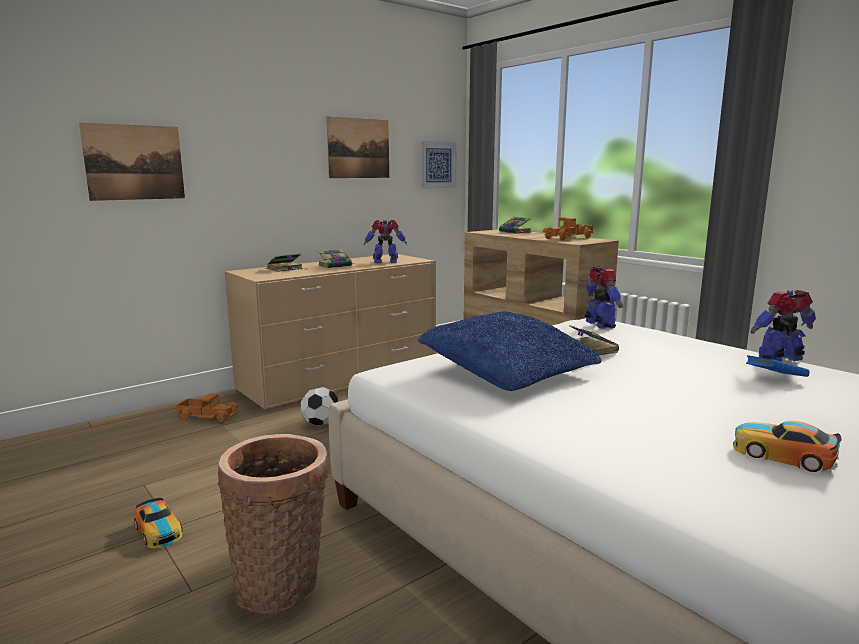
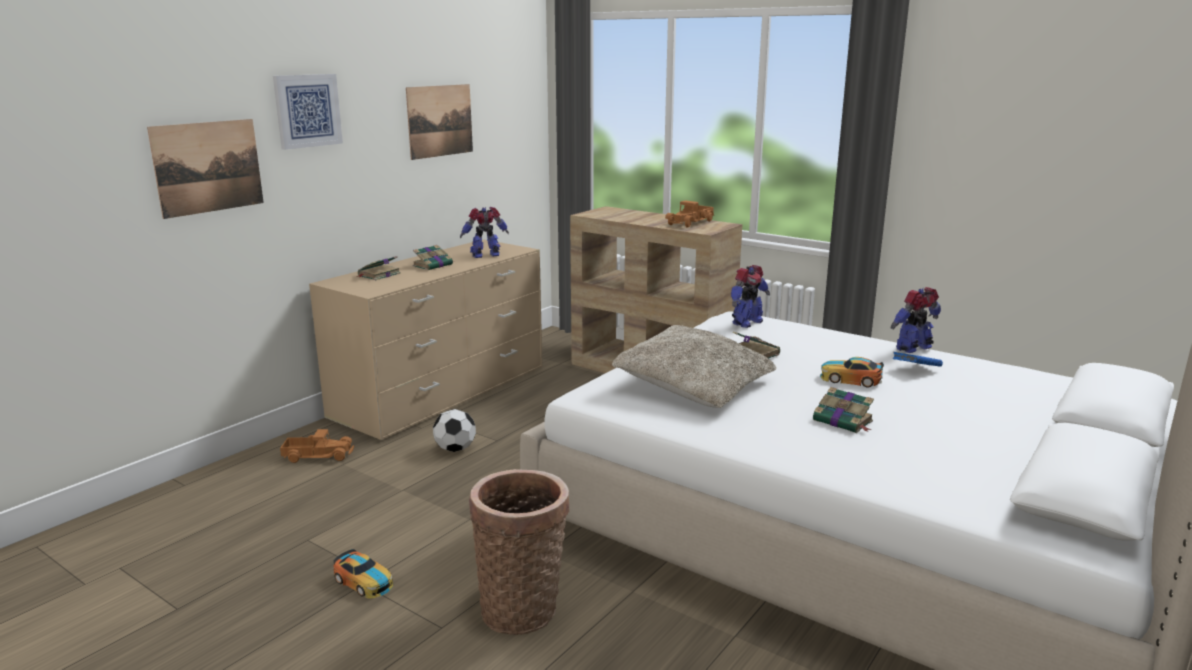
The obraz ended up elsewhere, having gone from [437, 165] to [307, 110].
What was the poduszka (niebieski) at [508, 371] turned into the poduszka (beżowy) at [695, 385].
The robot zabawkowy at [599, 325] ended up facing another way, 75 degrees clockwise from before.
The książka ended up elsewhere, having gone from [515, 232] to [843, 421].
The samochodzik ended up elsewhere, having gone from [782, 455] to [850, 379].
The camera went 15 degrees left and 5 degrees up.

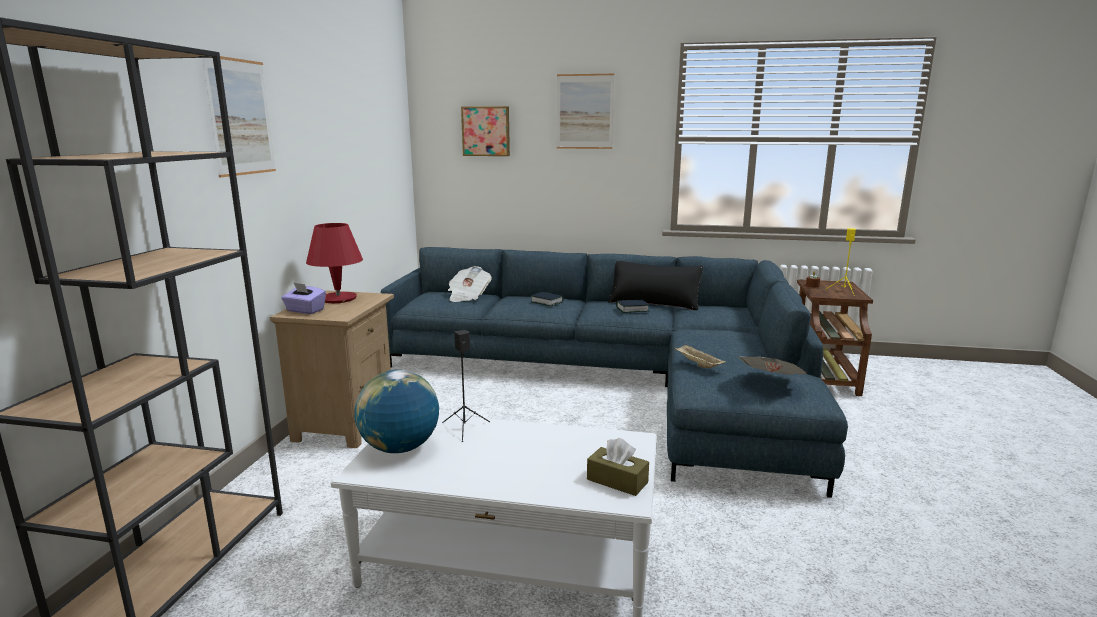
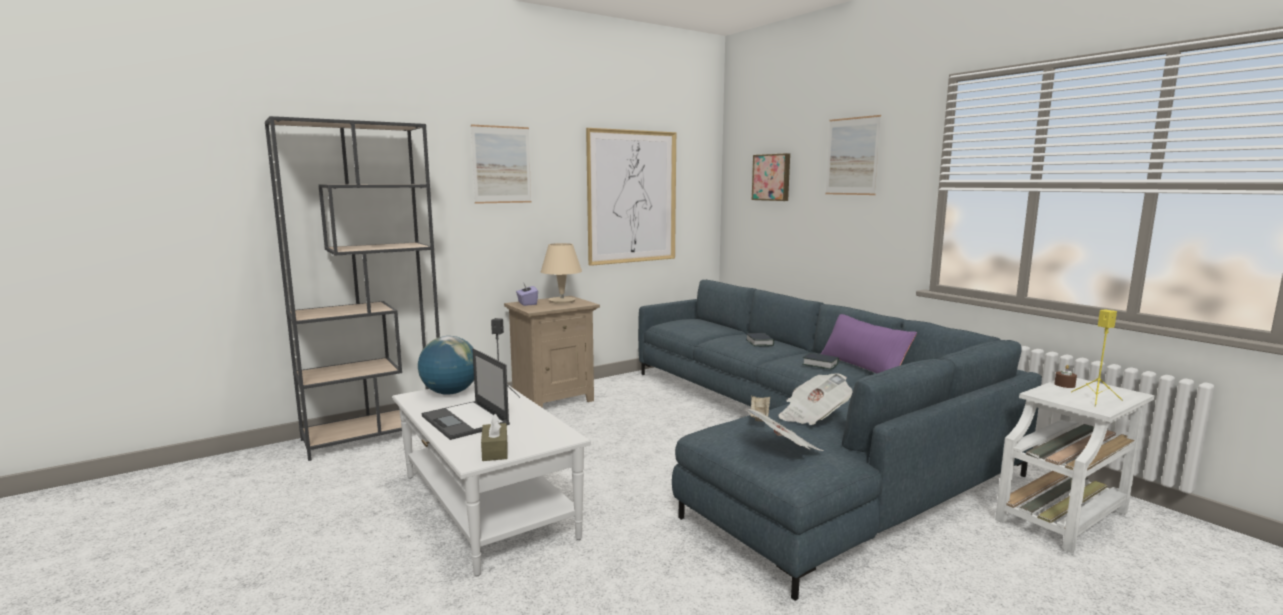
The second view gained the laptop at [466, 420].
What was the lampa stołowa (czerwony) at [338, 299] turned into the lampa stołowa (beżowy) at [562, 301].
The second view gained the obraz at [632, 197].
The gazeta ended up elsewhere, having gone from [468, 296] to [813, 416].
What was the poduszka (czarny) at [653, 303] turned into the poduszka (fioletowy) at [863, 367].
What was the stolik (brązowy) at [823, 376] turned into the stolik (biały) at [1063, 516].
The camera went 45 degrees right and 5 degrees down.

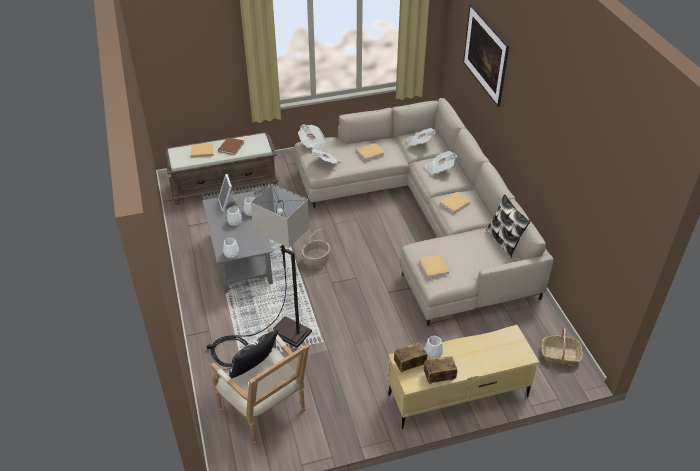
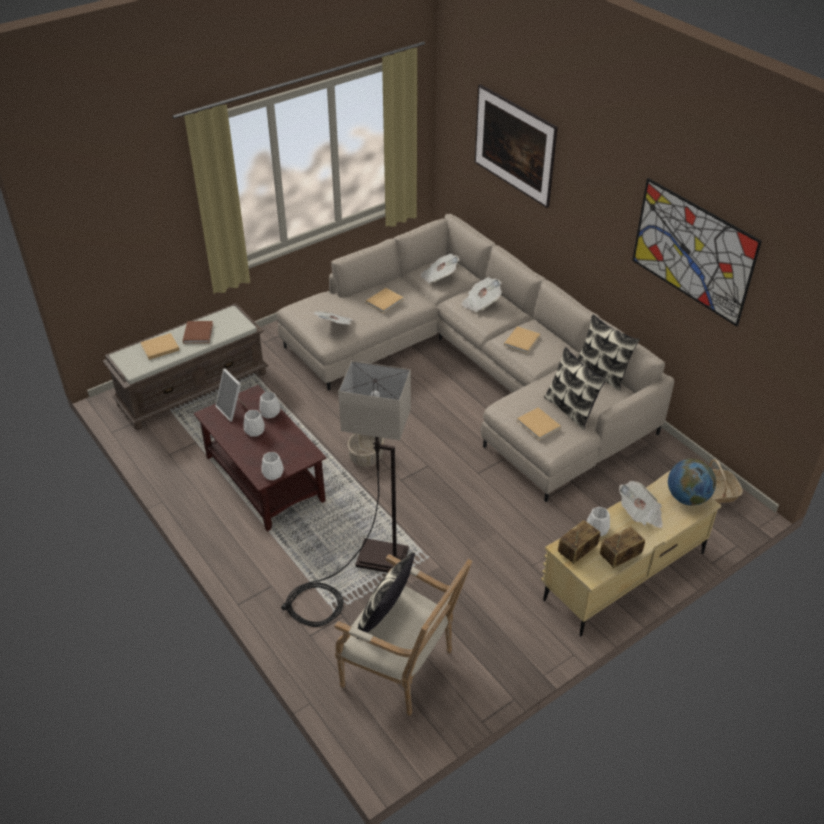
What was the ława (szary) at [241, 258] turned into the ława (brązowy) at [265, 479].
The second view gained the poduszka at [571, 409].
The gazeta ended up elsewhere, having gone from [312, 144] to [640, 514].
The second view gained the obraz at [692, 251].
The second view gained the globus at [687, 497].
The camera went 20 degrees left and 0 degrees up.

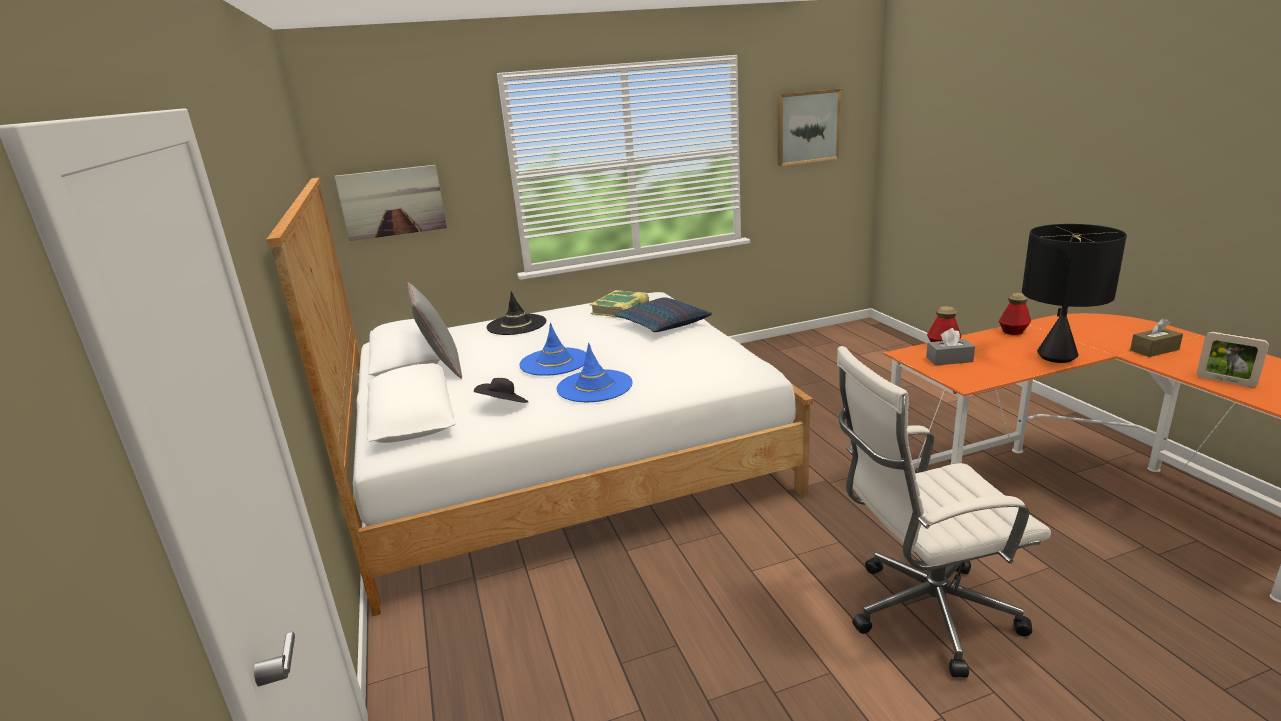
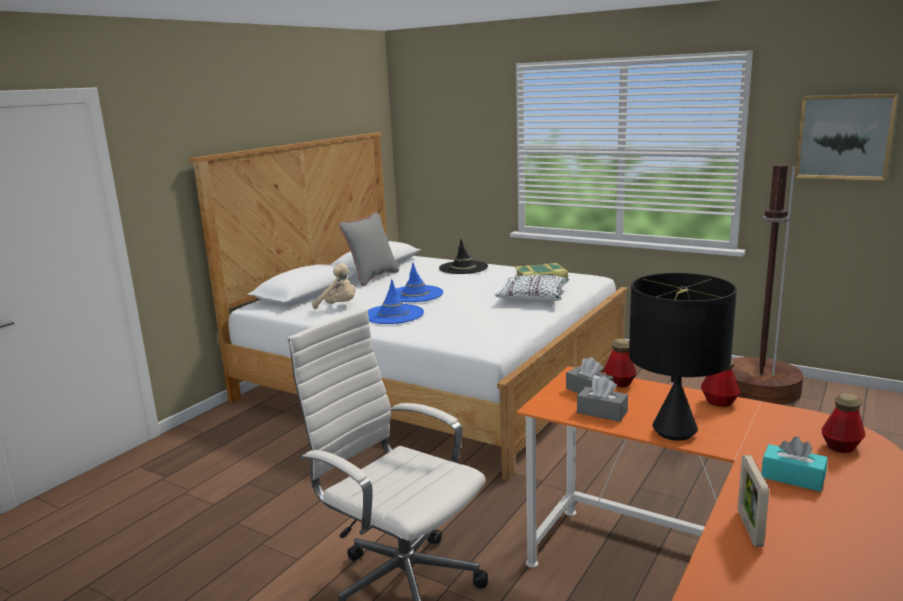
Where the kapelusz (czarny) stood at [504, 406], the pluszak (beżowy) came to stand at [339, 306].
What was the poduszka (niebieski) at [662, 325] turned into the poduszka (biały) at [533, 297].
The second view gained the pudełko chusteczek (szary) at [602, 412].
The second view gained the lampa stojąca (brązowy) at [759, 390].
What was the pudełko chusteczek (brązowy) at [1154, 350] turned into the pudełko chusteczek (turkusowy) at [792, 477].
The second view gained the butelka at [841, 446].
The second view lost the obraz at [392, 202].
The camera went 50 degrees right and 5 degrees down.

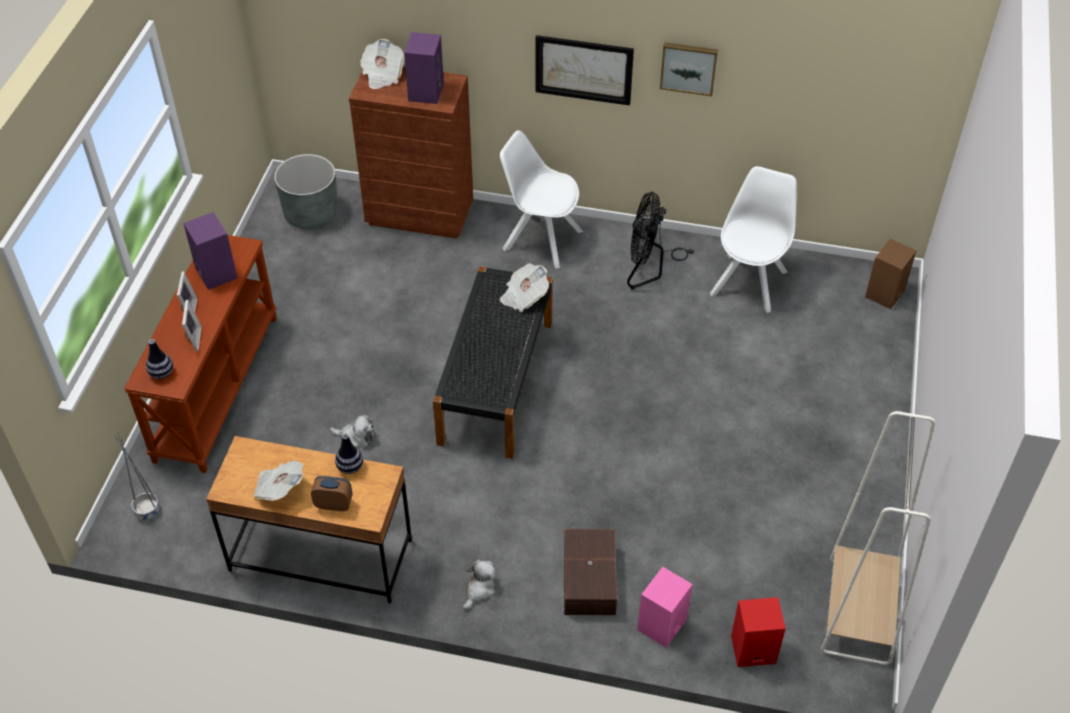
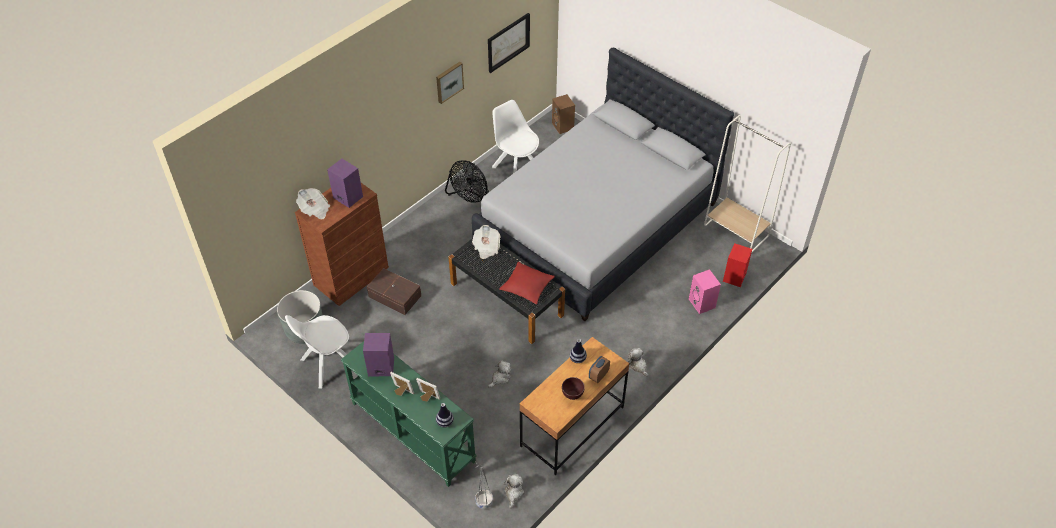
The krzesło (biały) ended up elsewhere, having gone from [540, 239] to [328, 364].
What was the stolik konsolowy (brązowy) at [216, 387] turned into the stolik konsolowy (zielony) at [411, 432].
The pojemnik do przechowywania (brązowy) ended up elsewhere, having gone from [587, 580] to [395, 297].
The second view gained the łóżko (szary) at [597, 223].
The obraz ended up elsewhere, having gone from [584, 69] to [508, 42].
The second view gained the poduszka (czerwony) at [527, 286].
The second view gained the pluszak at [513, 493].
Where the gazeta stood at [279, 488], the miska (brązowy) came to stand at [572, 396].
The camera went 60 degrees left and 0 degrees up.

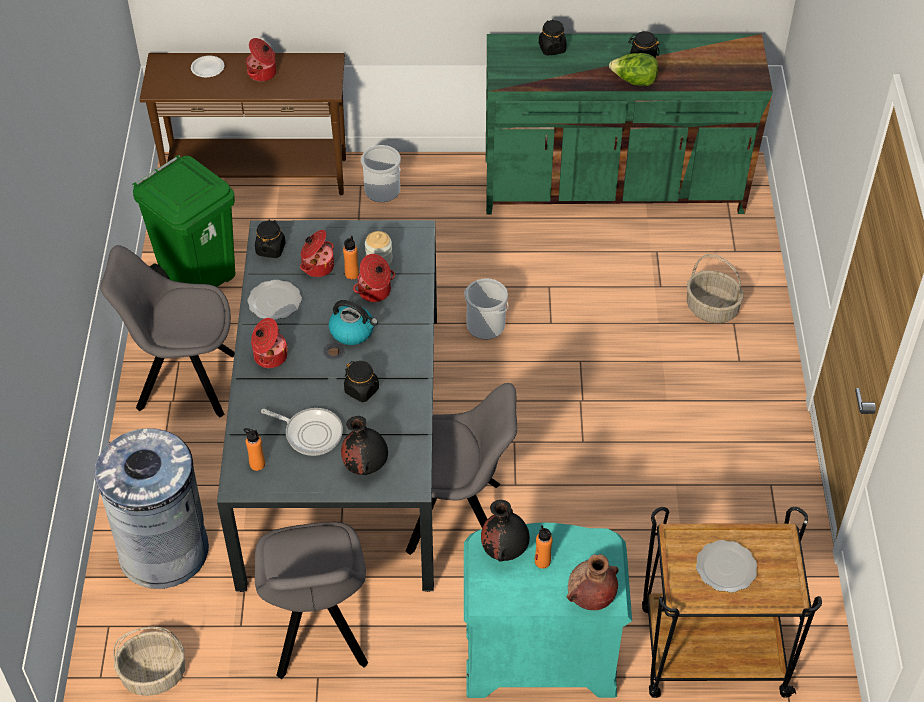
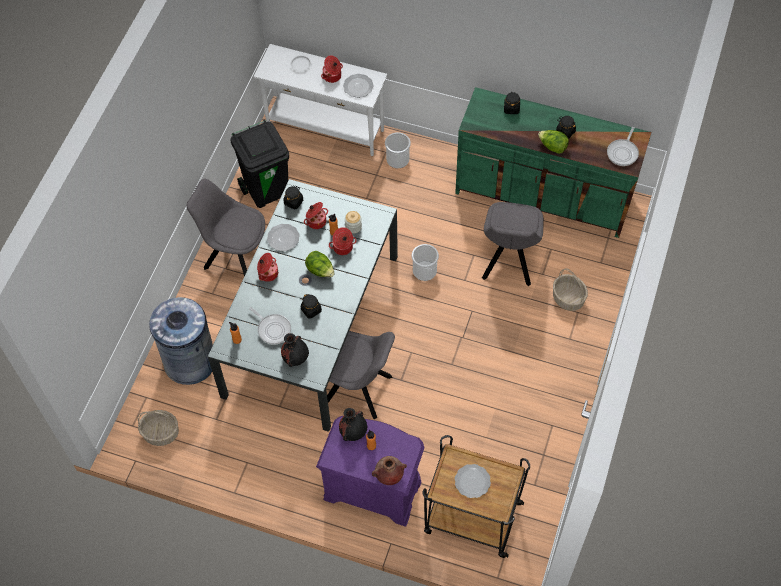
What was the kosz na śmieci (zielony) at [199, 277] turned into the kosz na śmieci (czarny) at [267, 190].
What was the stolik konsolowy (brązowy) at [258, 175] turned into the stolik konsolowy (biały) at [326, 128].
Where the czajnik stood at [353, 331], the sałata came to stand at [320, 270].
What was the szafka nocna (turkusowy) at [538, 652] turned into the szafka nocna (fioletowy) at [373, 486].
The second view gained the talerz at [358, 86].
The krzesło (szary) ended up elsewhere, having gone from [318, 630] to [509, 261].
The second view gained the patelnia at [623, 152].
The camera went 20 degrees right and 10 degrees up.

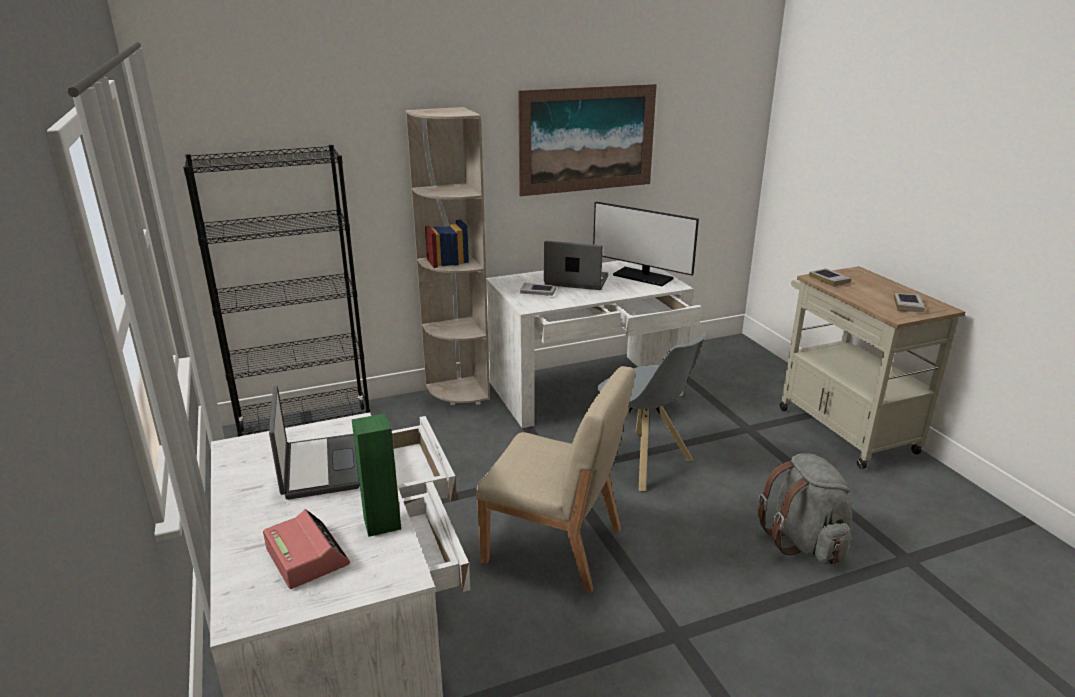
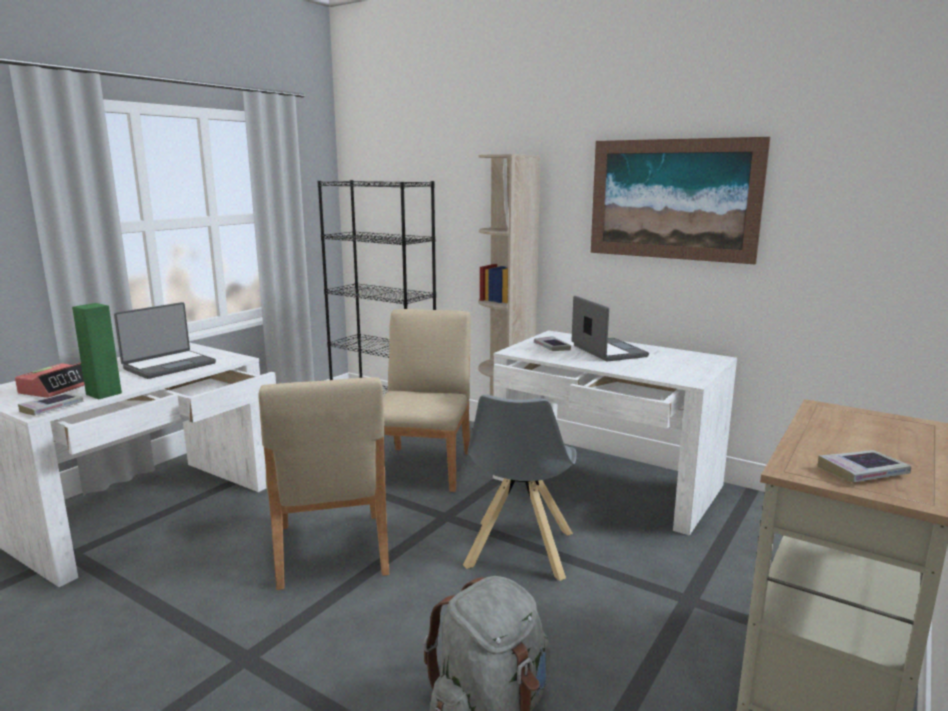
The książka ended up elsewhere, having gone from [829, 280] to [52, 408].
The second view gained the krzesło (beżowy) at [425, 467].
The second view lost the monitor at [643, 277].
The camera went 55 degrees right and 10 degrees down.

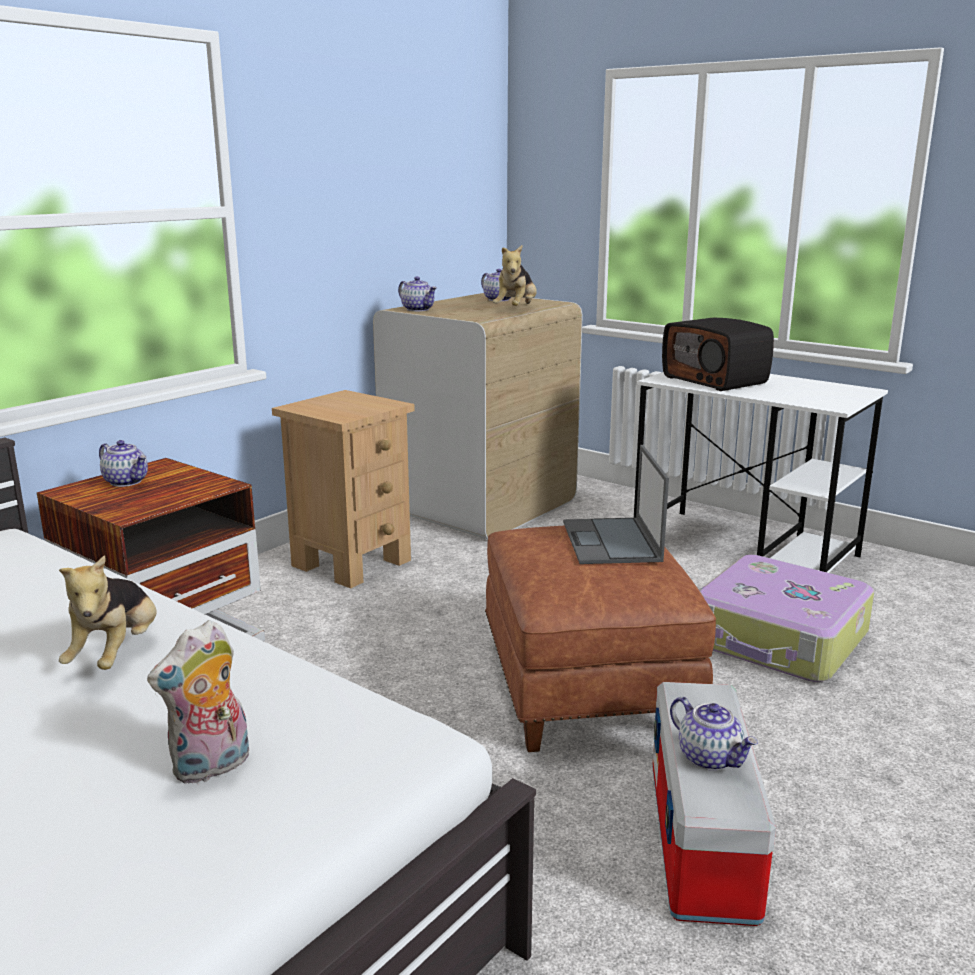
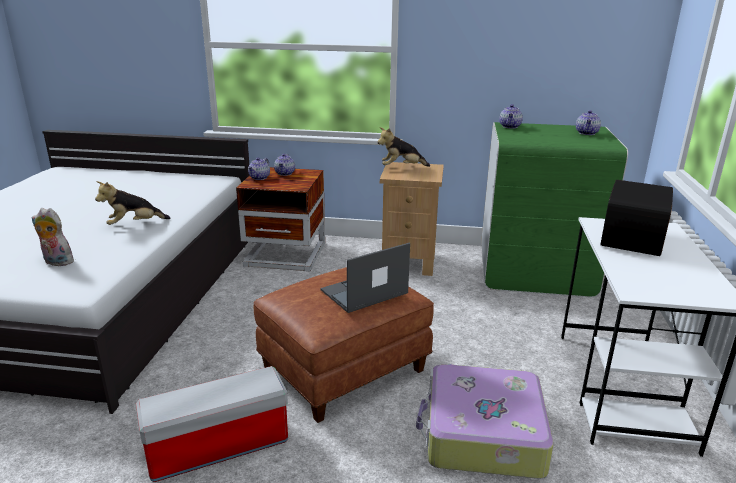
The imbryk ended up elsewhere, having gone from [710, 758] to [259, 178].
The pluszak ended up elsewhere, having gone from [516, 310] to [401, 168].
What was the komoda (beżowy) at [479, 505] turned into the komoda (zielony) at [535, 270].
The camera went 60 degrees right and 5 degrees up.

